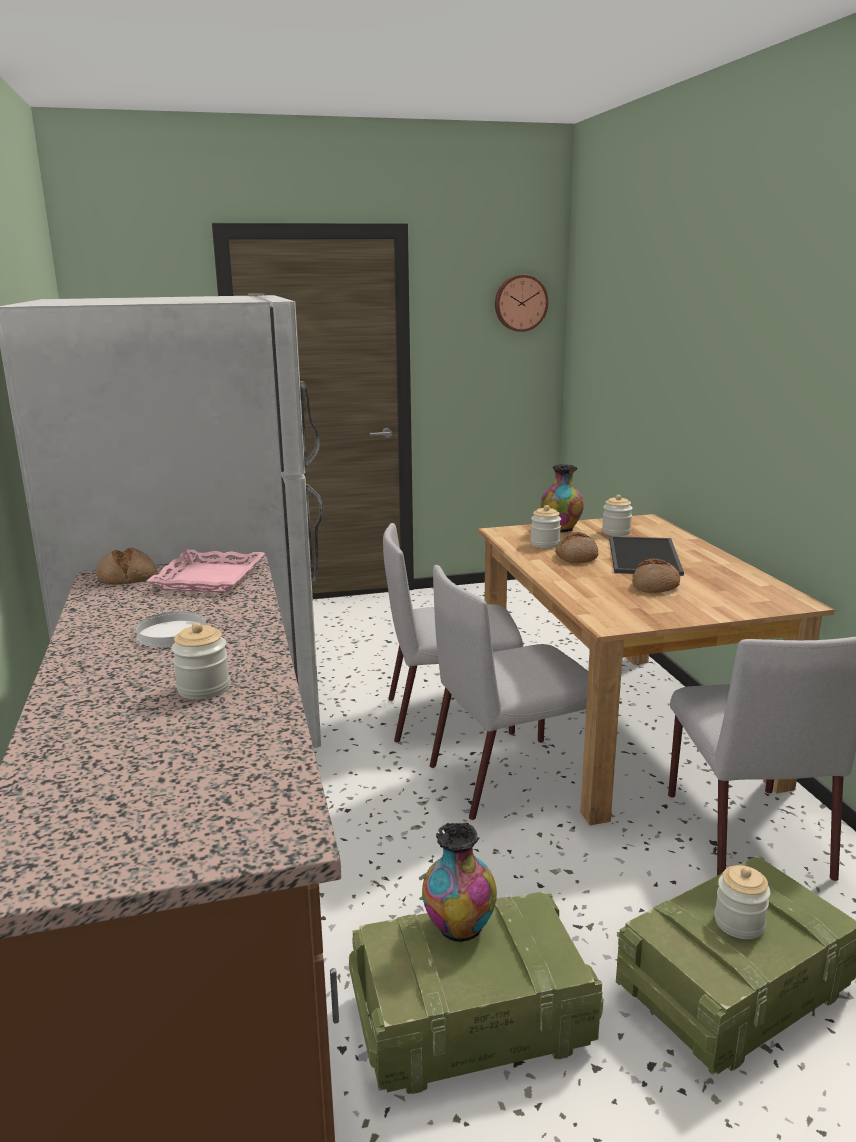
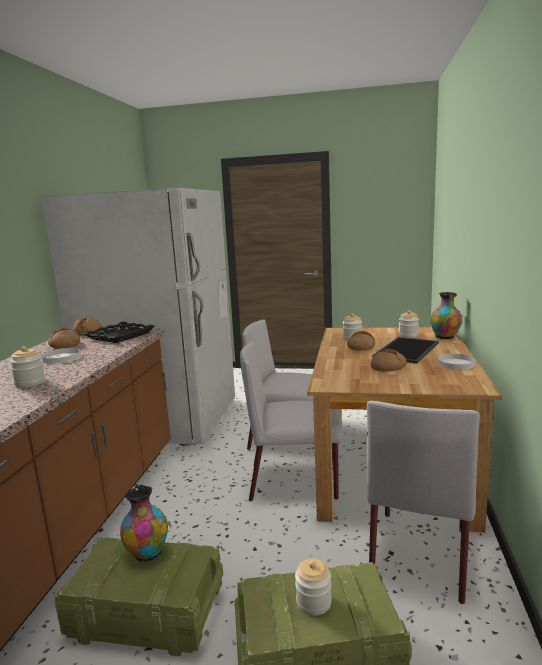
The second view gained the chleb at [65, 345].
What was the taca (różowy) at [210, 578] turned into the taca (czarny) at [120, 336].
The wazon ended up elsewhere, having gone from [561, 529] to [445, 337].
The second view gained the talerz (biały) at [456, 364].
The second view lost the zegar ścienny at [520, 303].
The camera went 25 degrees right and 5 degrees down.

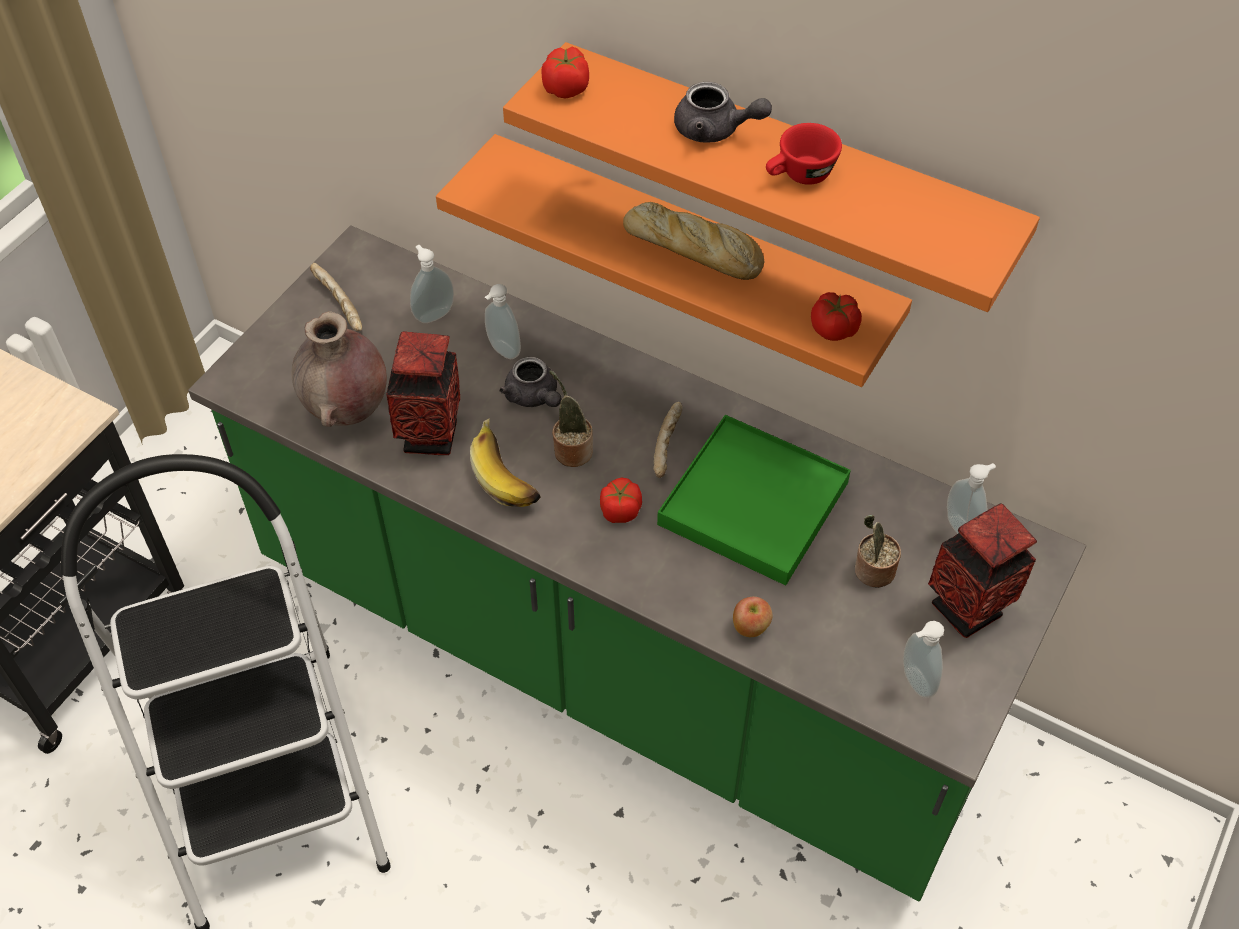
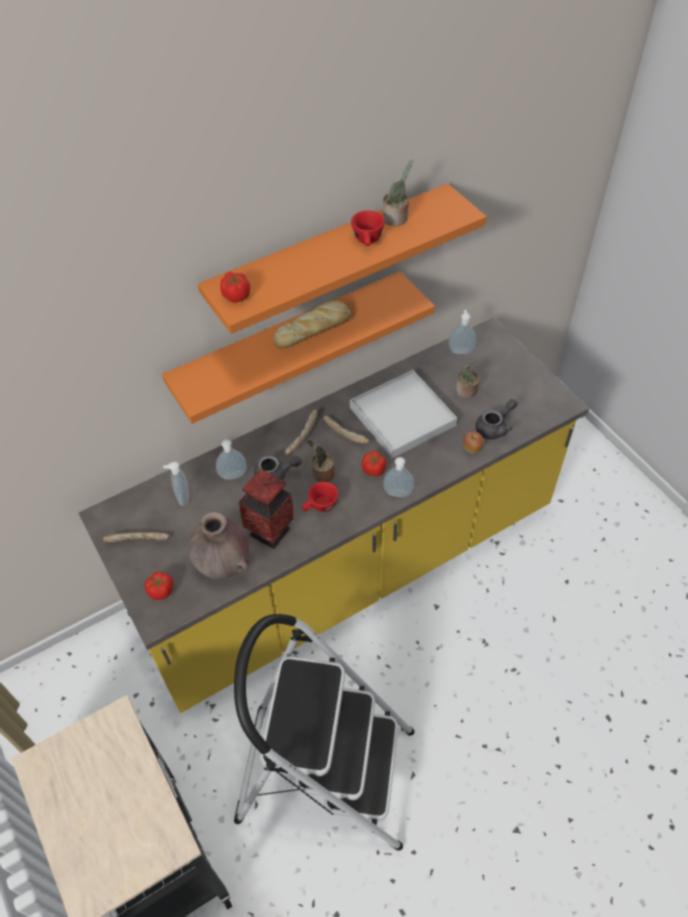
What was the zabudowa kuchenna (zielony) at [619, 652] turned into the zabudowa kuchenna (żółty) at [347, 565].
The pomidor ended up elsewhere, having gone from [834, 329] to [161, 590].
The second view gained the chleb at [301, 436].
Where the banan stood at [509, 474], the filiżanka (czerwony) came to stand at [320, 507].
What was the taca (zielony) at [753, 503] turned into the taca (biały) at [402, 416].
The second view gained the roślina doniczkowa at [396, 219].
The dozownik mydła ended up elsewhere, having gone from [914, 682] to [398, 494].
The imbryk (szary) ended up elsewhere, having gone from [715, 130] to [495, 427].
The second view lost the wazon at [967, 610].
The camera went 60 degrees left and 0 degrees up.

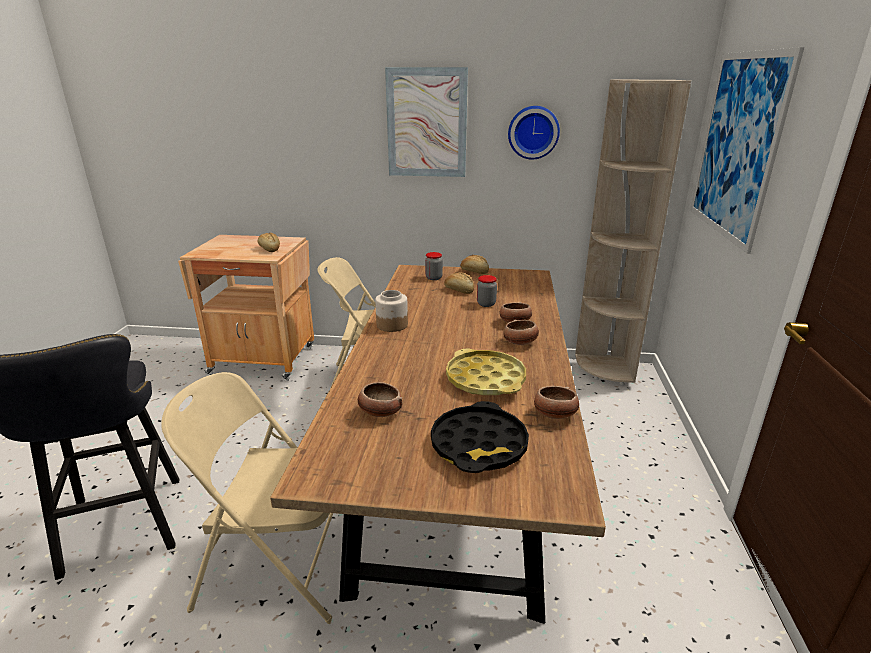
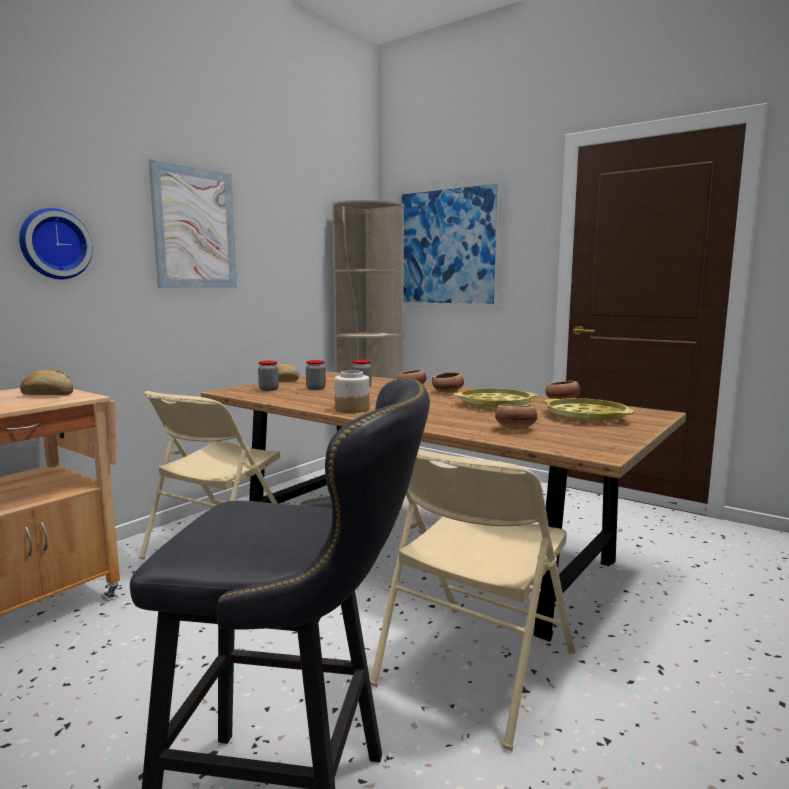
The zegar ścienny ended up elsewhere, having gone from [533, 132] to [54, 244].
Where the chleb stood at [459, 290], the słoik came to stand at [316, 388].
What was the taca (czarny) at [479, 445] turned into the taca (żółty) at [586, 417].
The camera went 60 degrees left and 15 degrees down.

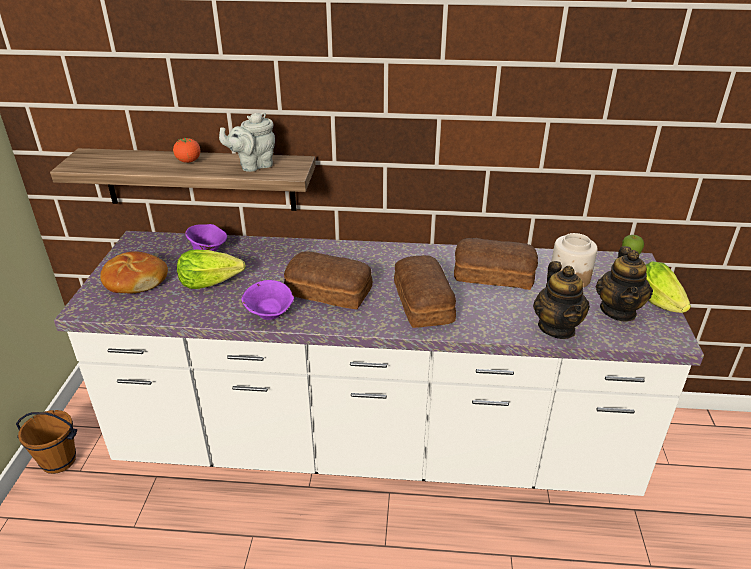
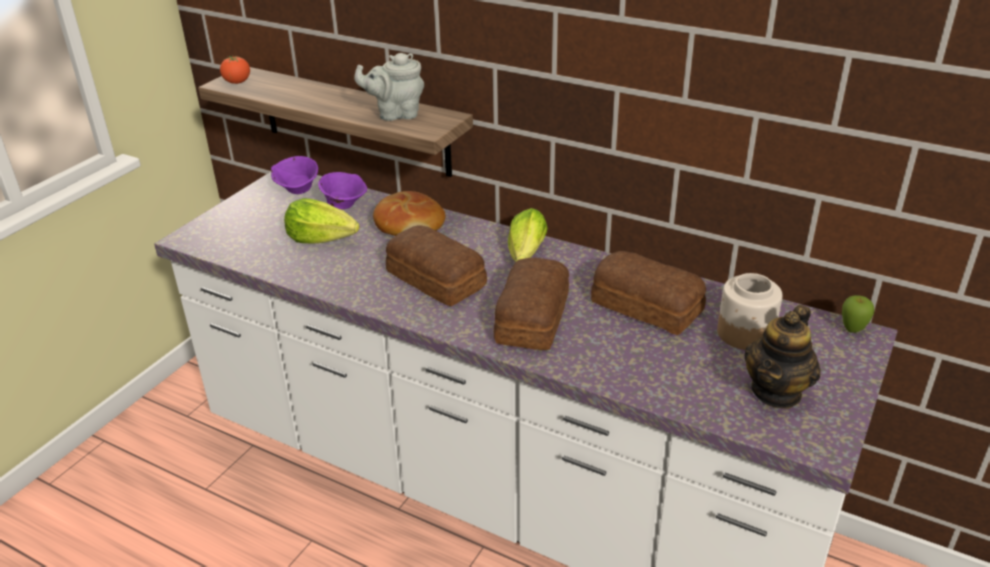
The pomidor ended up elsewhere, having gone from [188, 161] to [237, 82].
The miska (fioletowy) ended up elsewhere, having gone from [270, 315] to [298, 190].
The chleb ended up elsewhere, having gone from [135, 281] to [409, 225].
The sałata ended up elsewhere, having gone from [660, 303] to [525, 255].
The second view lost the wiadro (brązowy) at [58, 461].
The second view lost the imbryk at [557, 328].
The camera went 25 degrees right and 0 degrees up.

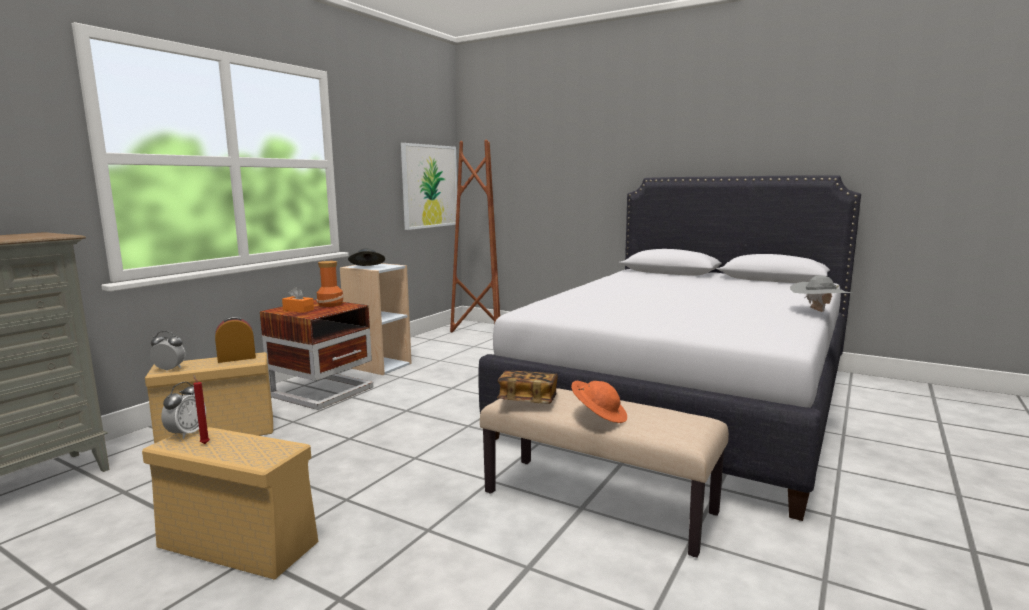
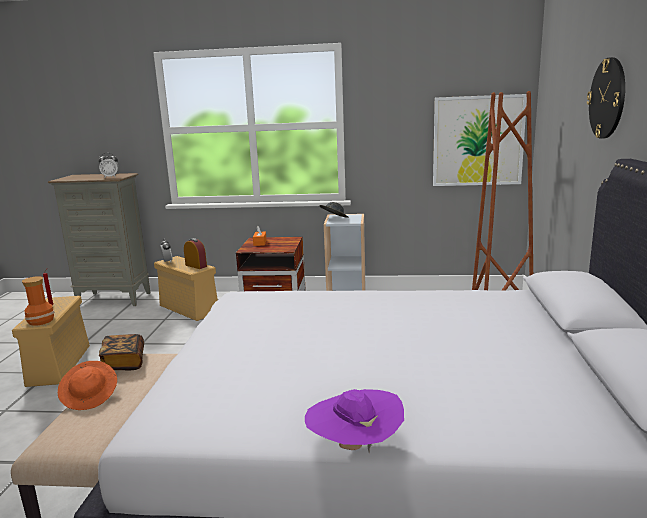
The wazon ended up elsewhere, having gone from [331, 304] to [41, 321].
The budzik ended up elsewhere, having gone from [187, 434] to [110, 177].
What was the kapelusz (szary) at [818, 312] turned into the kapelusz (fioletowy) at [355, 448].
The second view gained the zegar ścienny at [607, 98].
The camera went 65 degrees right and 5 degrees up.

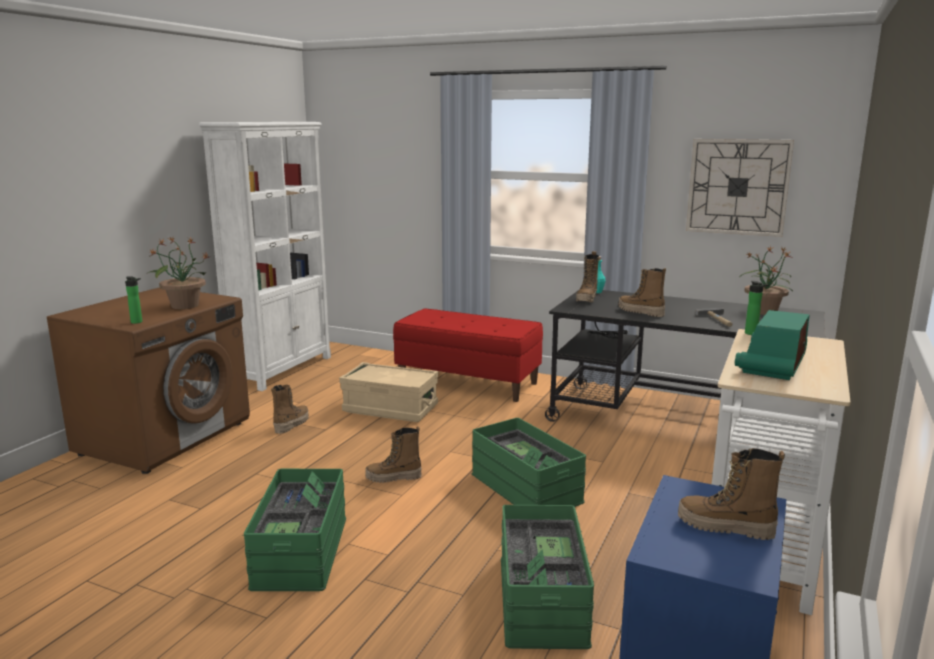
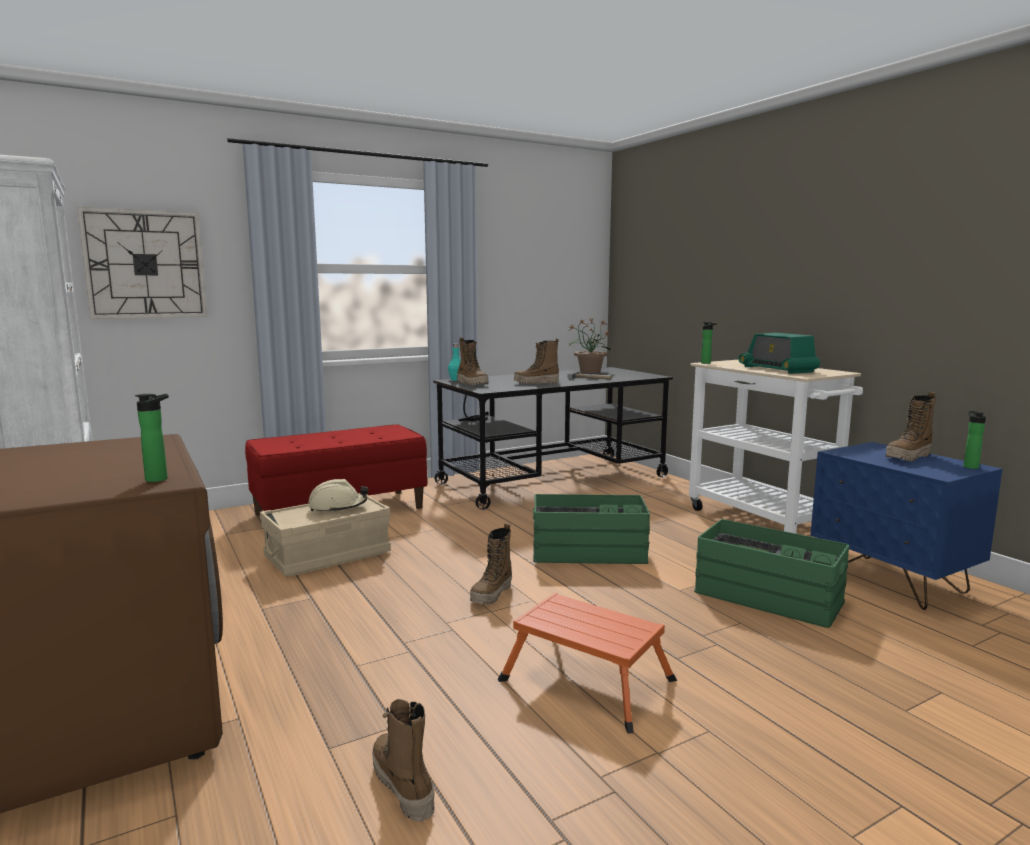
The zegar ścienny ended up elsewhere, having gone from [738, 187] to [145, 264].
The second view gained the kask (beżowy) at [337, 507].
The but z cholewką ended up elsewhere, having gone from [291, 424] to [402, 786].
Where the pojemnik do przechowywania (zielony) stood at [299, 550], the drabinka (pomarańczowy) came to stand at [586, 679].
The second view gained the butelka at [969, 467].
The second view lost the roślina doniczkowa at [184, 305].
The camera went 55 degrees left and 5 degrees down.

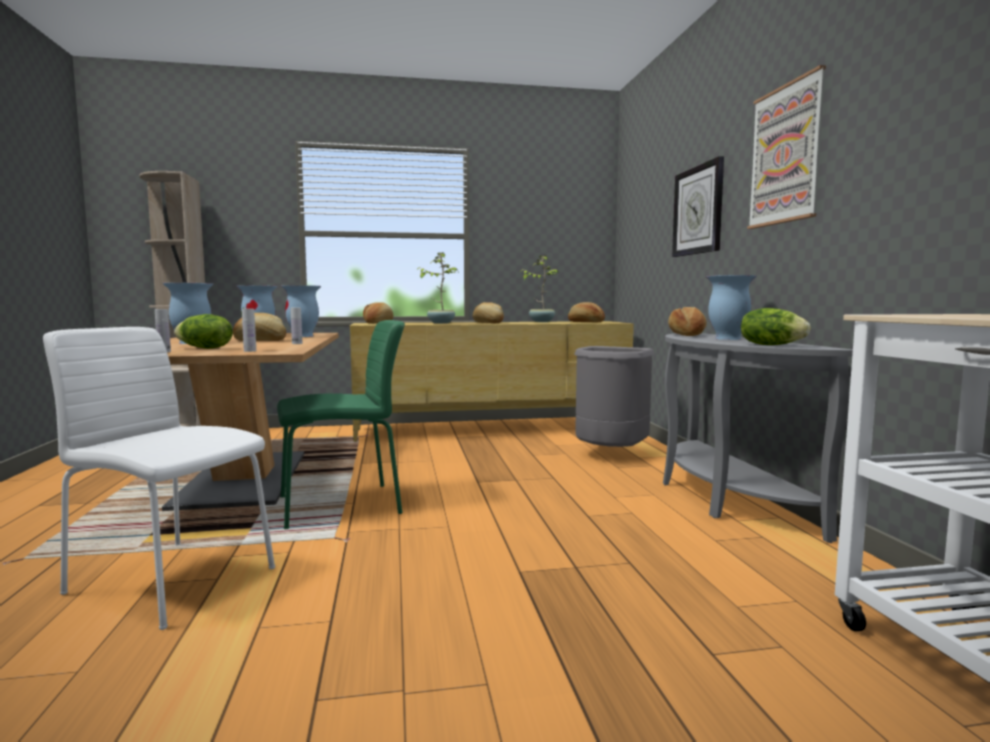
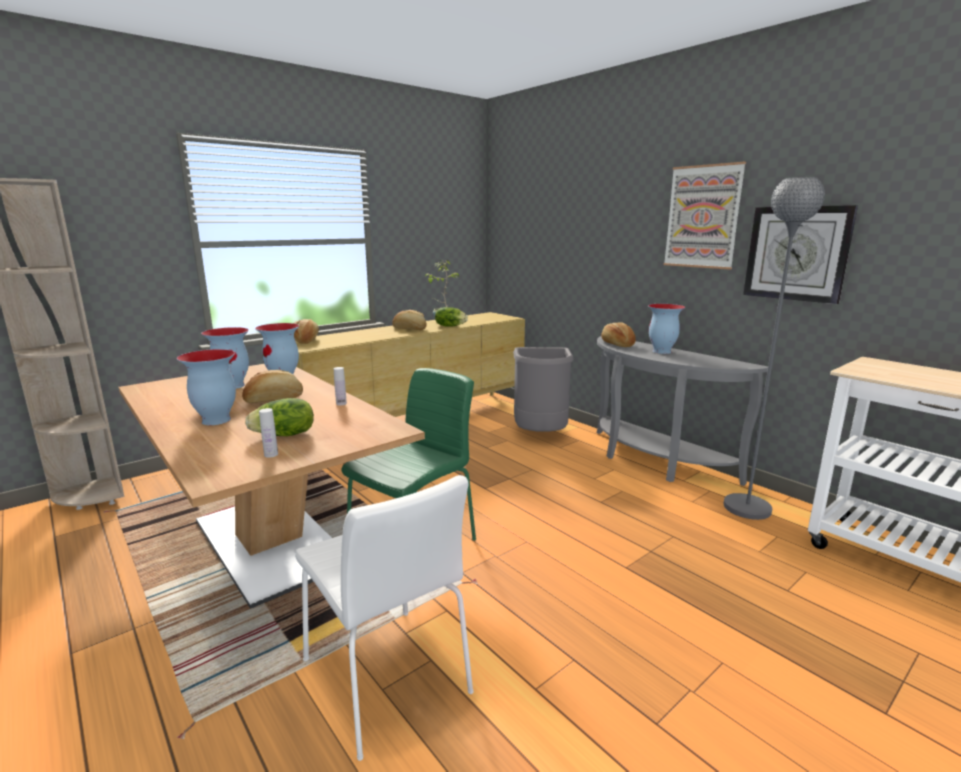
The krzesło (biały) at [167, 579] ended up facing another way, 120 degrees counterclockwise from before.
The sałata ended up elsewhere, having gone from [771, 345] to [450, 326].
The second view gained the lampa stojąca (szary) at [747, 508].
The zegar ścienny ended up elsewhere, having gone from [698, 210] to [797, 253].
The second view lost the butelka (biały) at [250, 351].
The second view lost the roślina doniczkowa at [441, 323].
The second view lost the chleb at [585, 322].
The camera went 30 degrees left and 10 degrees up.

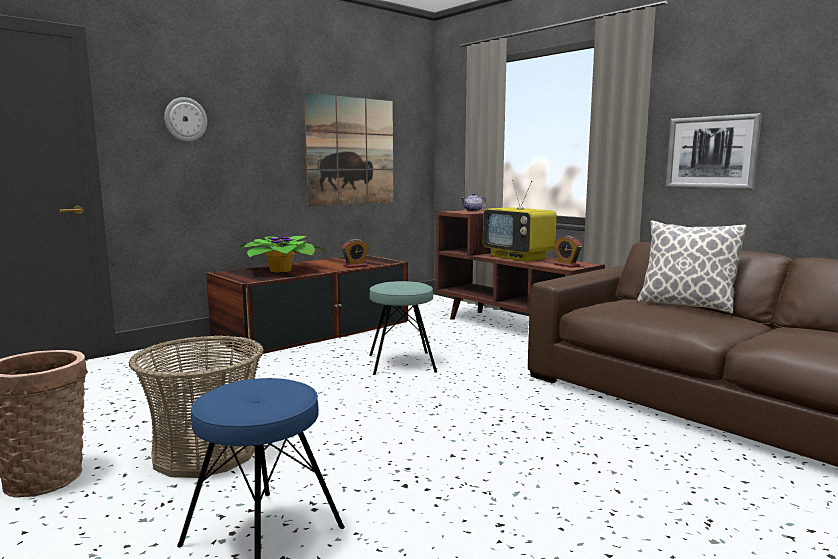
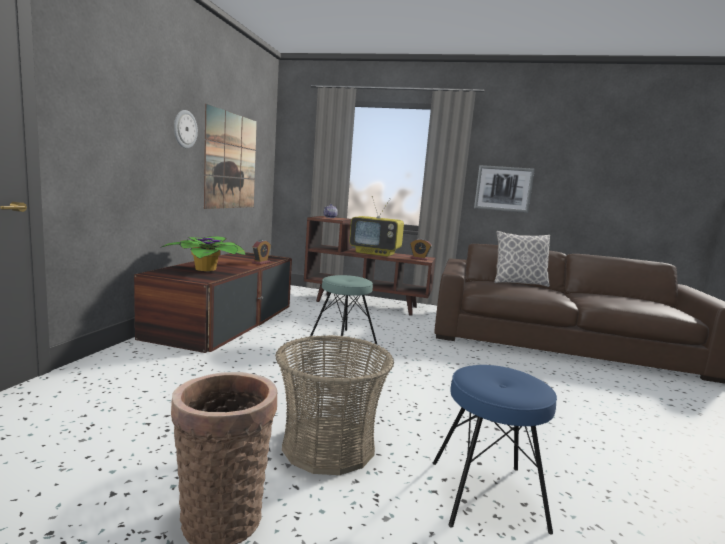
The zegar ścienny ended up elsewhere, having gone from [185, 119] to [184, 129].
The camera went 35 degrees left and 0 degrees up.

